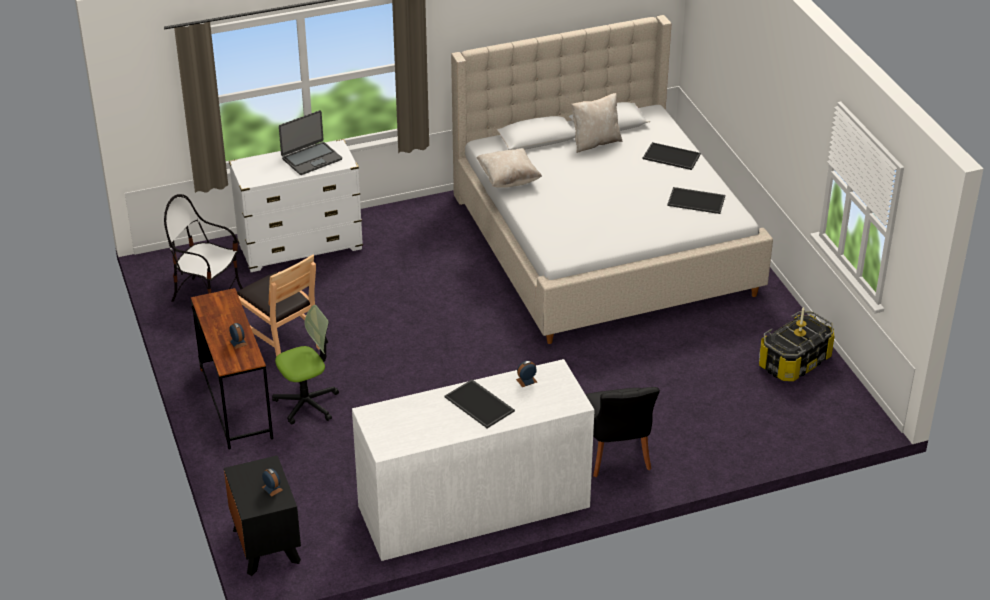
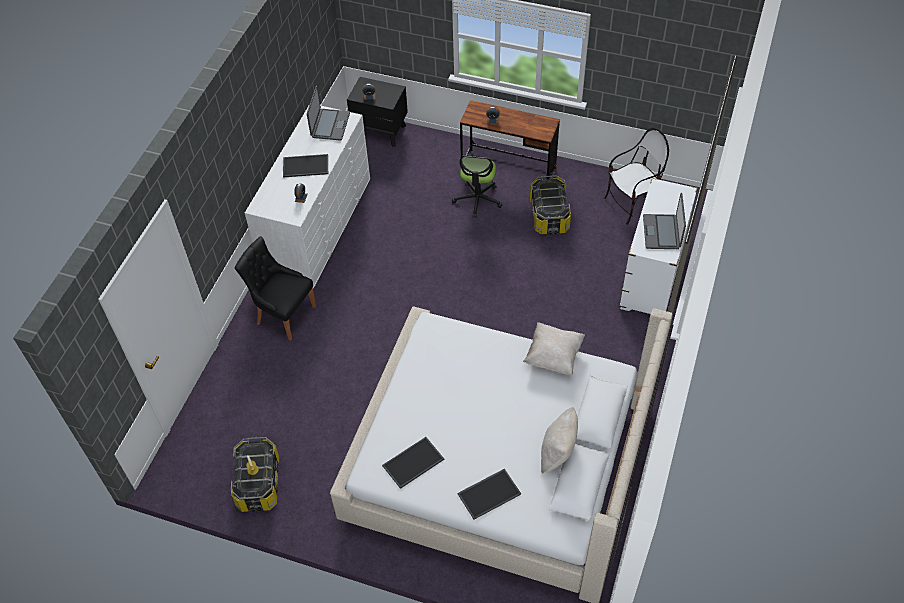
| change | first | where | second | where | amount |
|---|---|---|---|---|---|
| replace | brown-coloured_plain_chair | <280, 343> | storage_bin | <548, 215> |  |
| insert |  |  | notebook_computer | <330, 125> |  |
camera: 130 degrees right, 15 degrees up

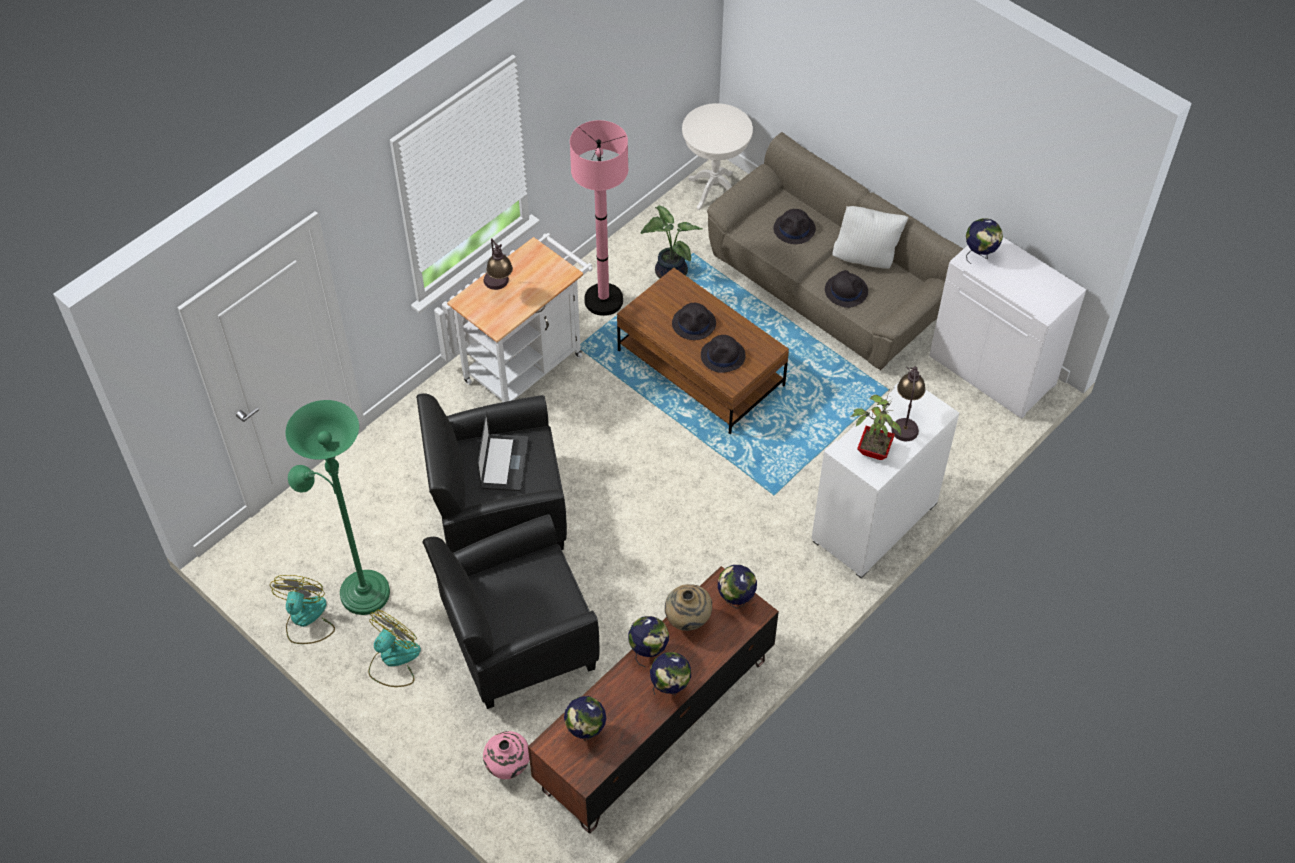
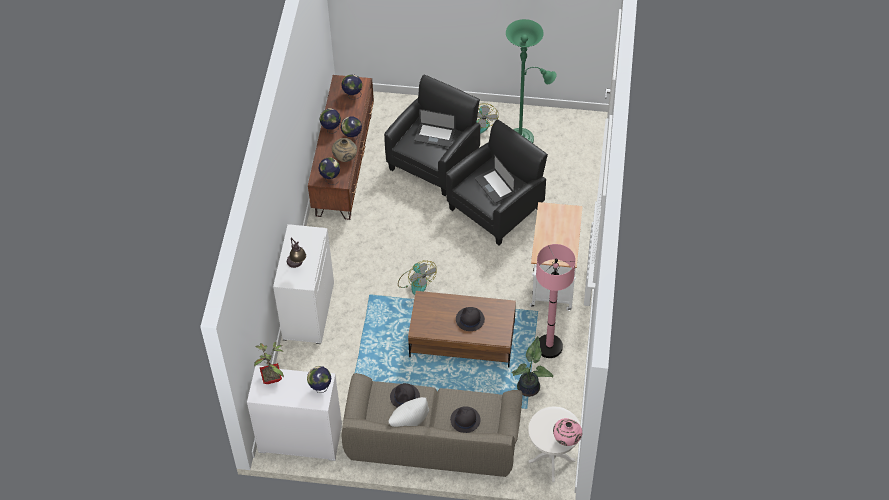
| change | first | where | second | where | amount |
|---|---|---|---|---|---|
| move | electric_fan | <306, 619> |  | <416, 282> |  |
| move | pinkish_decorative_vase | <508, 767> |  | <566, 439> |  |
| delete | tabletop_lamp | <499, 287> |  |  |  |
| delete | black_hat | <723, 356> |  |  |  |
| move | plant_in_a_pot | <872, 450> |  | <272, 378> |  |
| insert |  |  | notebook_computer | <434, 136> |  |
camera: 145 degrees right, 0 degrees up

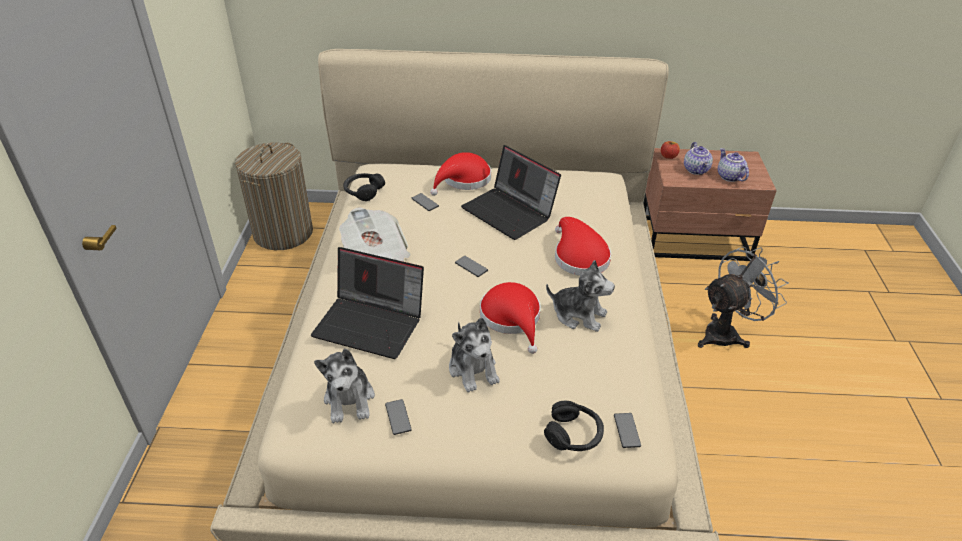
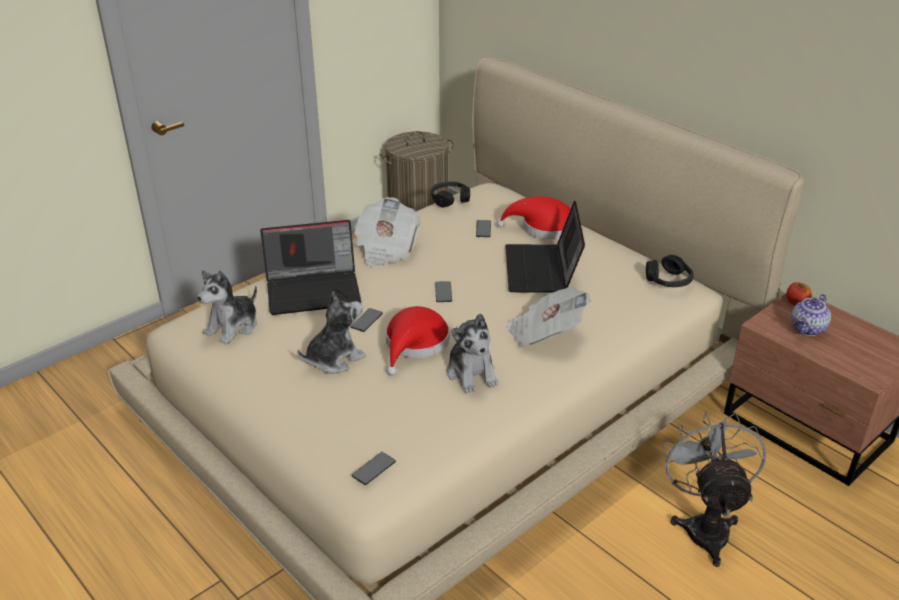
| change | first | where | second | where | amount |
|---|---|---|---|---|---|
| rotate | notebook_computer | <371, 324> |  | <314, 290> | 75 degrees counterclockwise |
| move | handset | <398, 417> |  | <366, 320> |  |
| rotate | plush_toy | <473, 369> |  | <334, 359> | 150 degrees counterclockwise |
| move | black_headphones | <574, 434> |  | <668, 281> |  |
| replace | reddish_hat | <578, 257> | daily_paper | <545, 333> |  |
| rotate | grey_electric_fan | <726, 333> |  | <705, 526> | 105 degrees counterclockwise |
| delete | pot_for_tea | <729, 177> |  |  |  |
camera: 45 degrees right, 5 degrees down

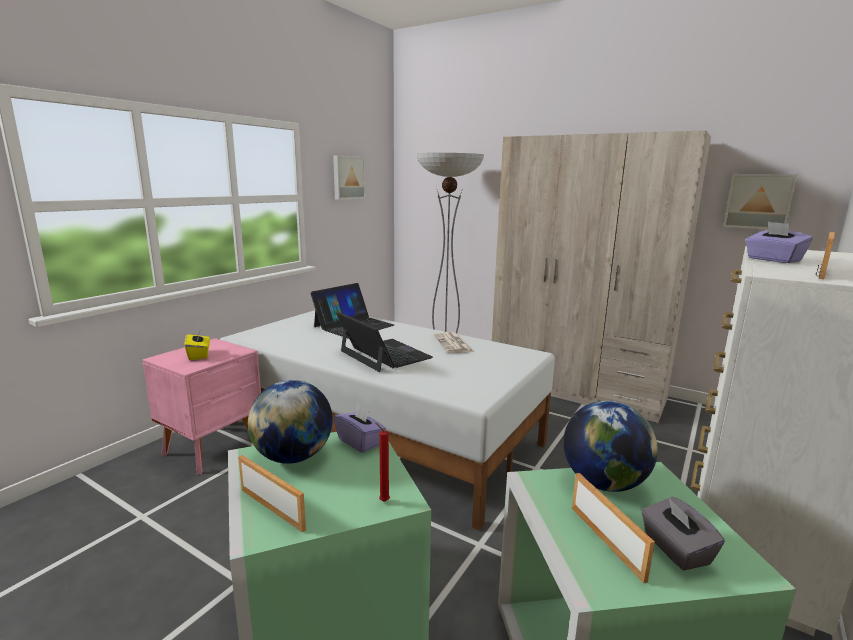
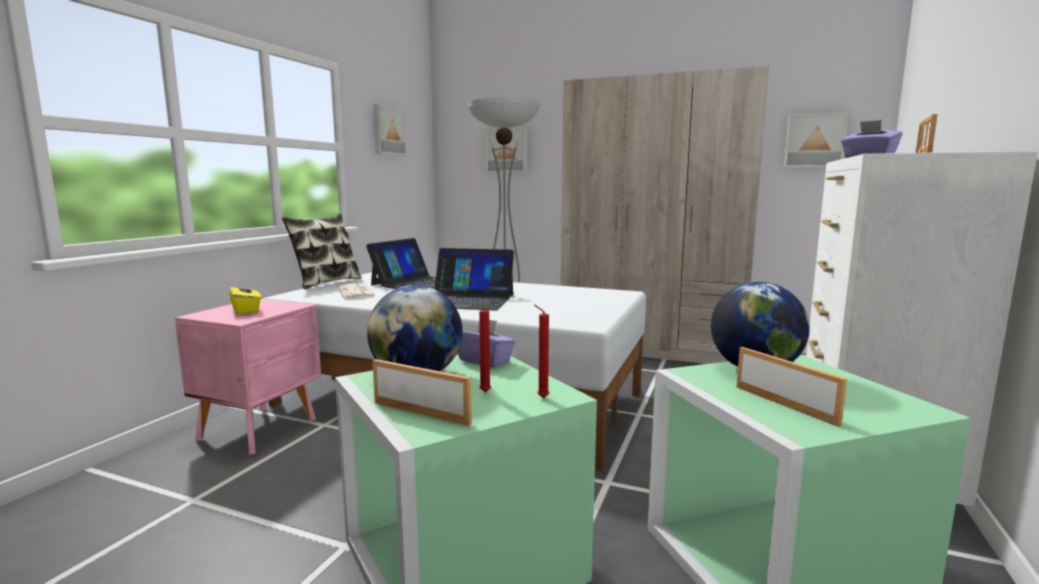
| change | first | where | second | where | amount |
|---|---|---|---|---|---|
| rotate | notebook_computer | <384, 355> |  | <467, 300> | 150 degrees clockwise |
| move | daily_paper | <453, 344> |  | <356, 292> |  |
| delete | grey_box_of_tissues | <675, 549> |  |  |  |
| insert |  |  | throw_pillow | <326, 282> |  |
| insert |  |  | reddish_wax_light | <487, 391> |  |
| insert |  |  | wall_picture | <507, 151> |  |
camera: 10 degrees left, 5 degrees down

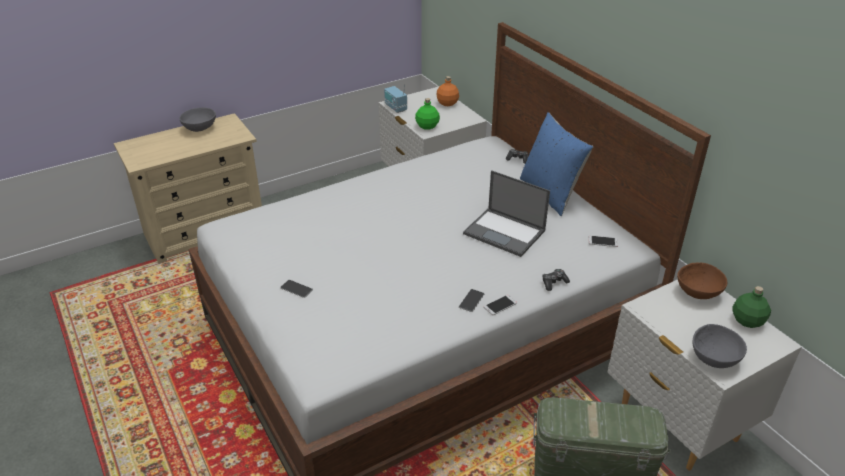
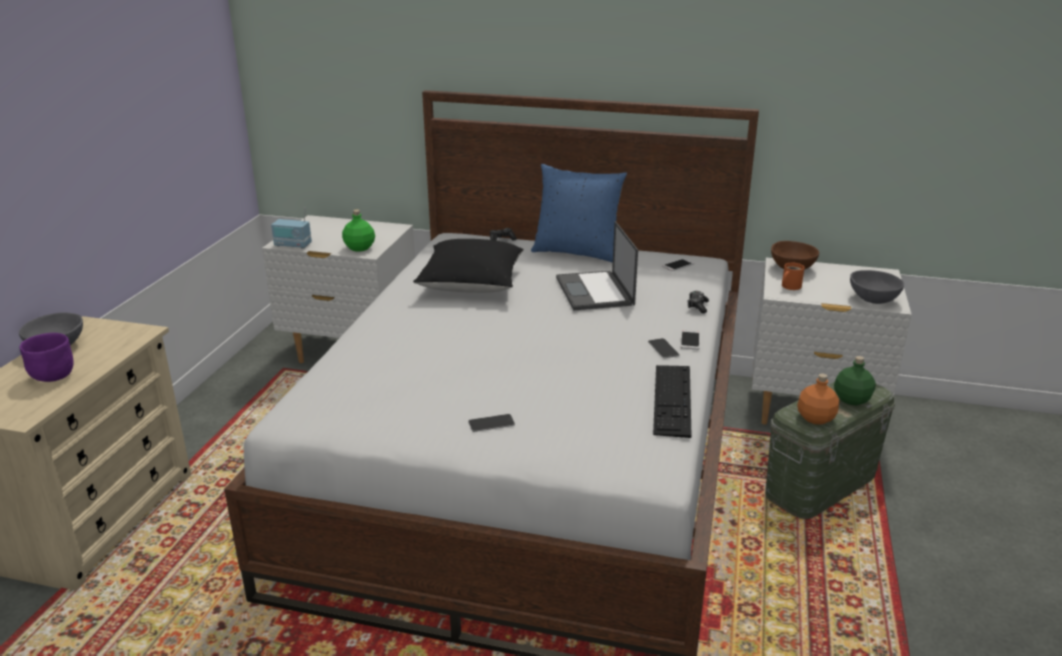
| change | first | where | second | where | amount |
|---|---|---|---|---|---|
| move | orange_drink_bottle | <447, 103> |  | <815, 418> |  |
| rotate | notebook_computer | <505, 232> |  | <595, 291> | 90 degrees clockwise |
| move | green-coloured_drink_bottle | <748, 321> |  | <852, 399> |  |
| insert |  |  | purple-coloured_serving_bowl | <53, 377> |  |
| insert |  |  | black_throw_pillow | <471, 284> |  |
| insert |  |  | keyboard | <672, 399> |  |
| insert |  |  | orange_coffee_mug | <789, 286> |  |
camera: 45 degrees left, 10 degrees down

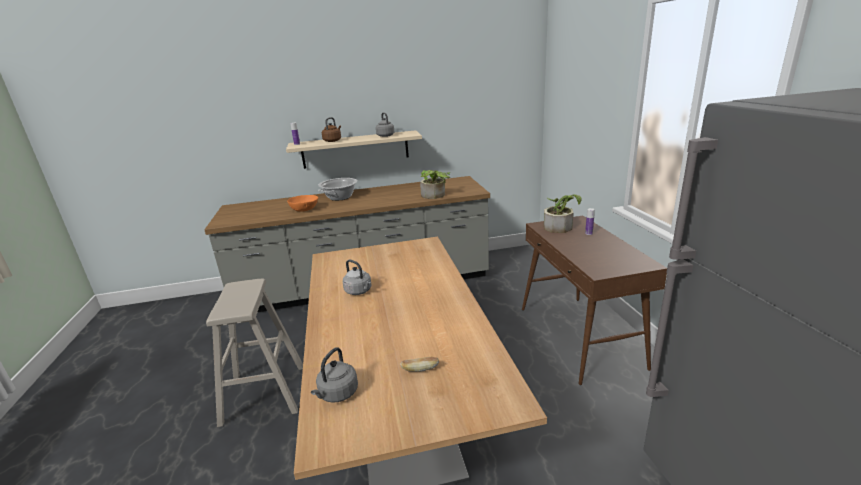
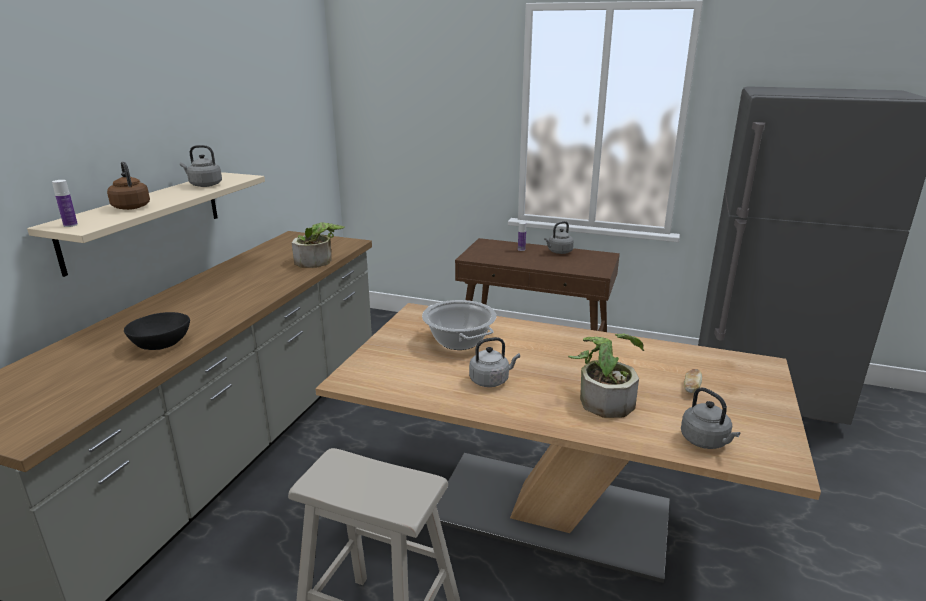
| change | first | where | second | where | amount |
|---|---|---|---|---|---|
| recolor | orange_serving_bowl | <304, 209> | black_serving_bowl | <161, 344> |  |
| move | cooking_pot | <340, 197> |  | <458, 341> |  |
| move | plant_in_a_pot | <560, 226> |  | <604, 398> |  |
| insert |  |  | grey_kettle | <559, 252> |  |
camera: 60 degrees left, 0 degrees up

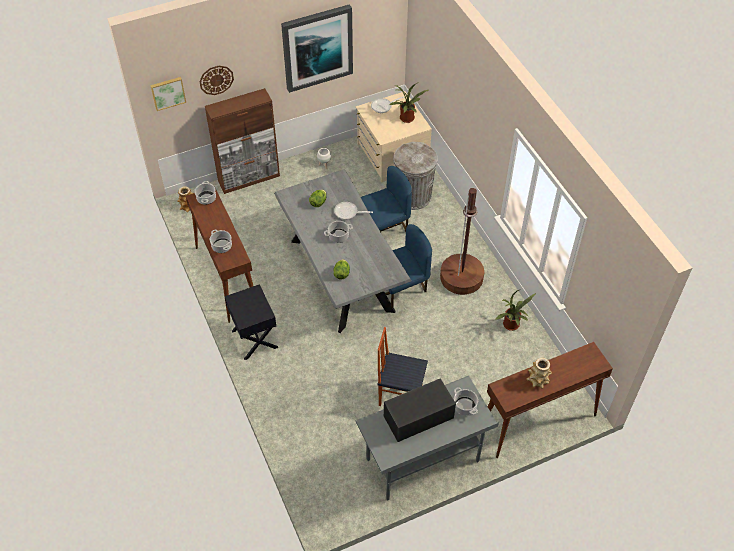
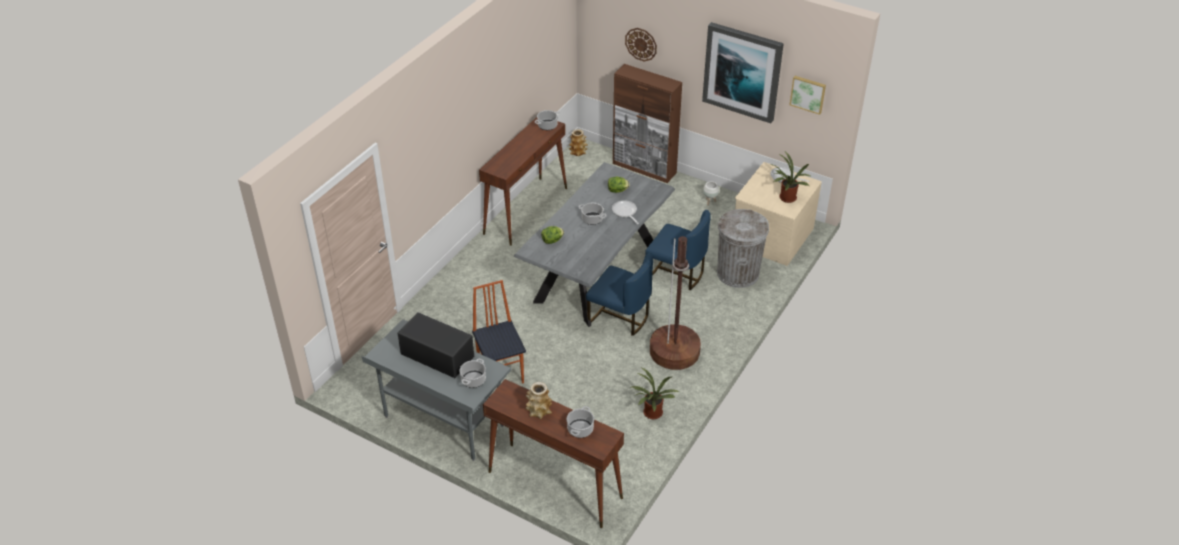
| change | first | where | second | where | amount |
|---|---|---|---|---|---|
| move | wall_picture | <168, 93> |  | <808, 94> |  |
| move | cooking_pot | <221, 246> |  | <580, 429> |  |
| delete | black_night_table | <254, 339> |  |  |  |
camera: 55 degrees right, 10 degrees down

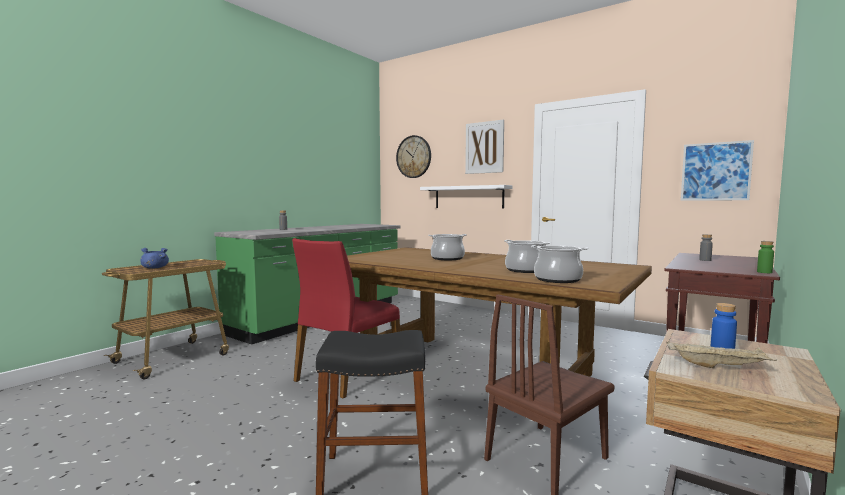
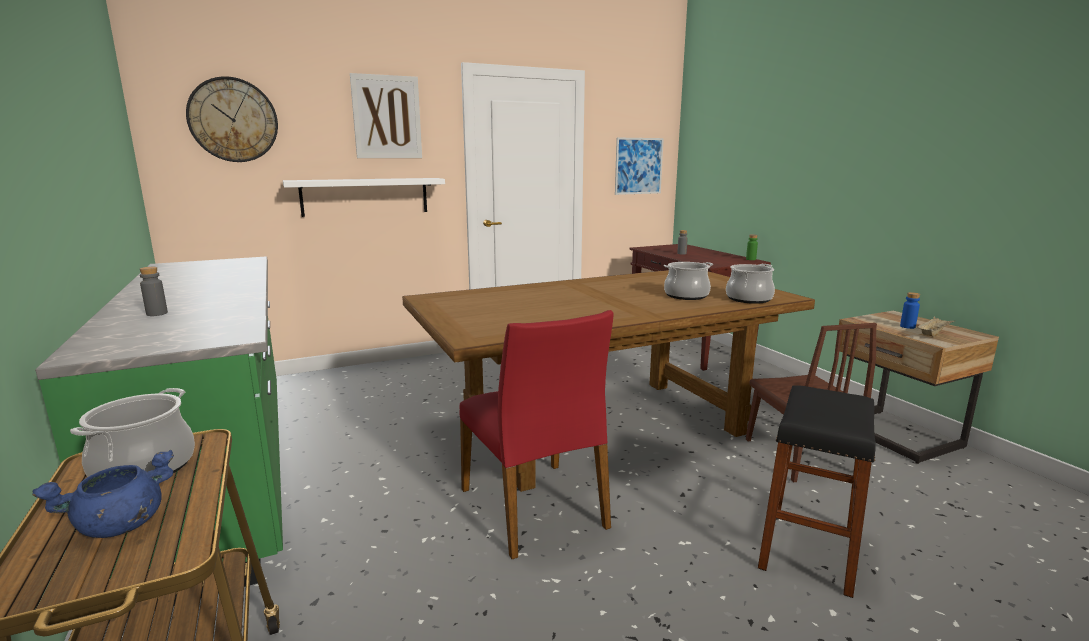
| change | first | where | second | where | amount |
|---|---|---|---|---|---|
| move | cooking_pot | <447, 258> |  | <144, 468> |  |
camera: 60 degrees left, 10 degrees up

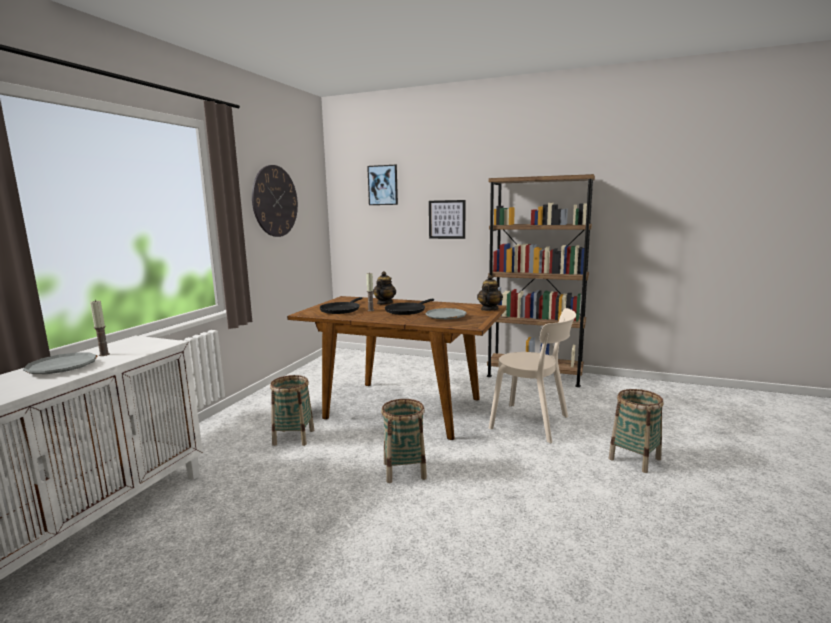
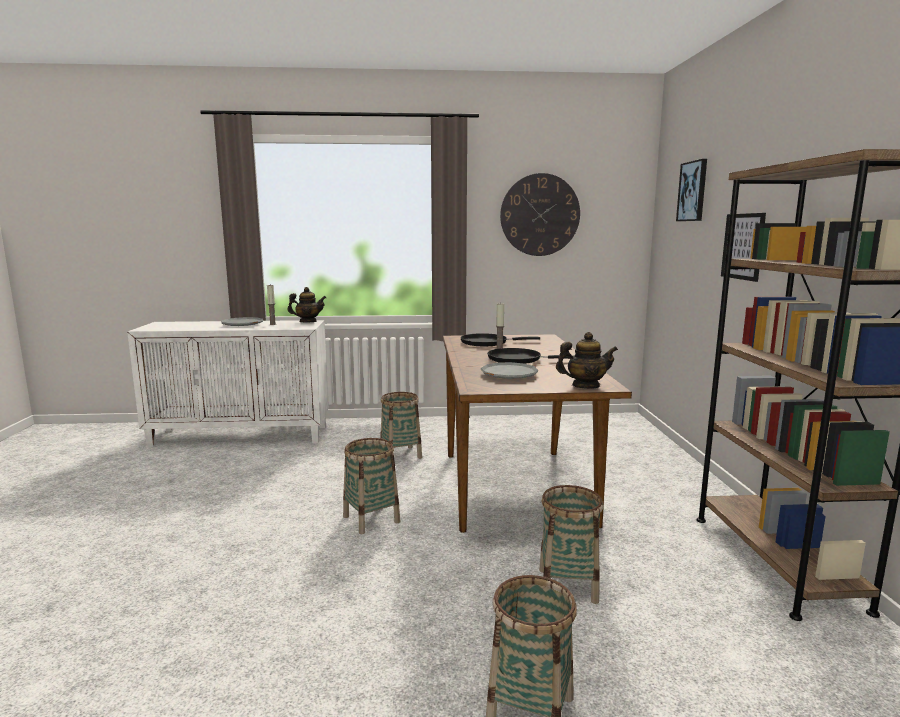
| change | first | where | second | where | amount |
|---|---|---|---|---|---|
| move | pot_for_tea | <384, 303> |  | <308, 322> |  |
| replace | beige-coloured_plain_chair | <533, 423> | household_basket | <567, 585> |  |
camera: 65 degrees right, 0 degrees up

